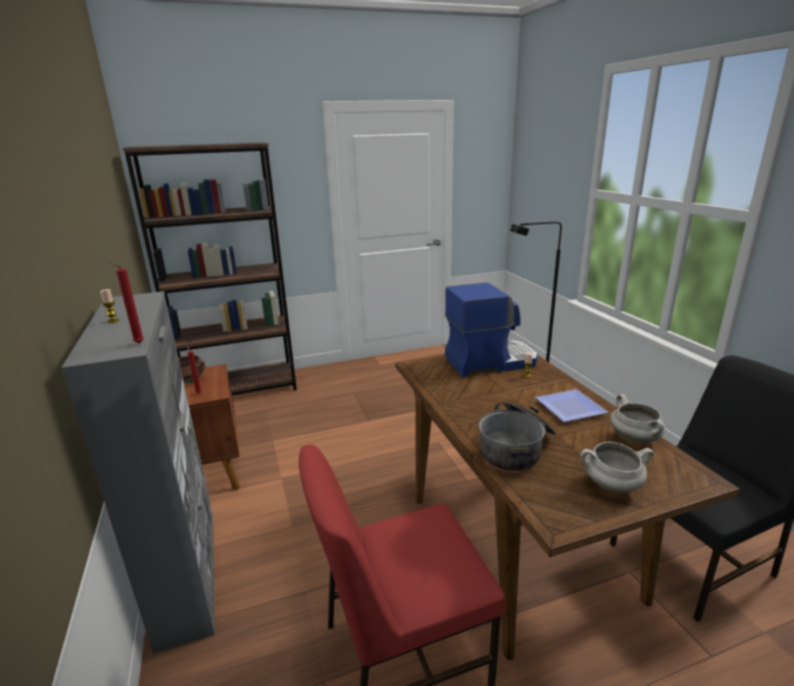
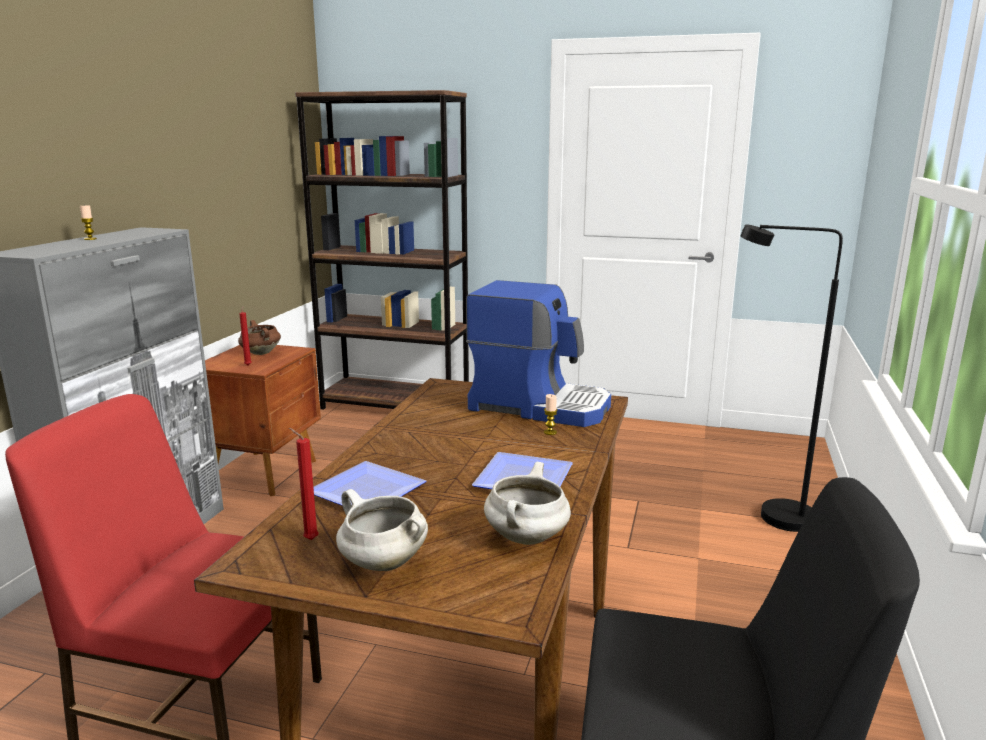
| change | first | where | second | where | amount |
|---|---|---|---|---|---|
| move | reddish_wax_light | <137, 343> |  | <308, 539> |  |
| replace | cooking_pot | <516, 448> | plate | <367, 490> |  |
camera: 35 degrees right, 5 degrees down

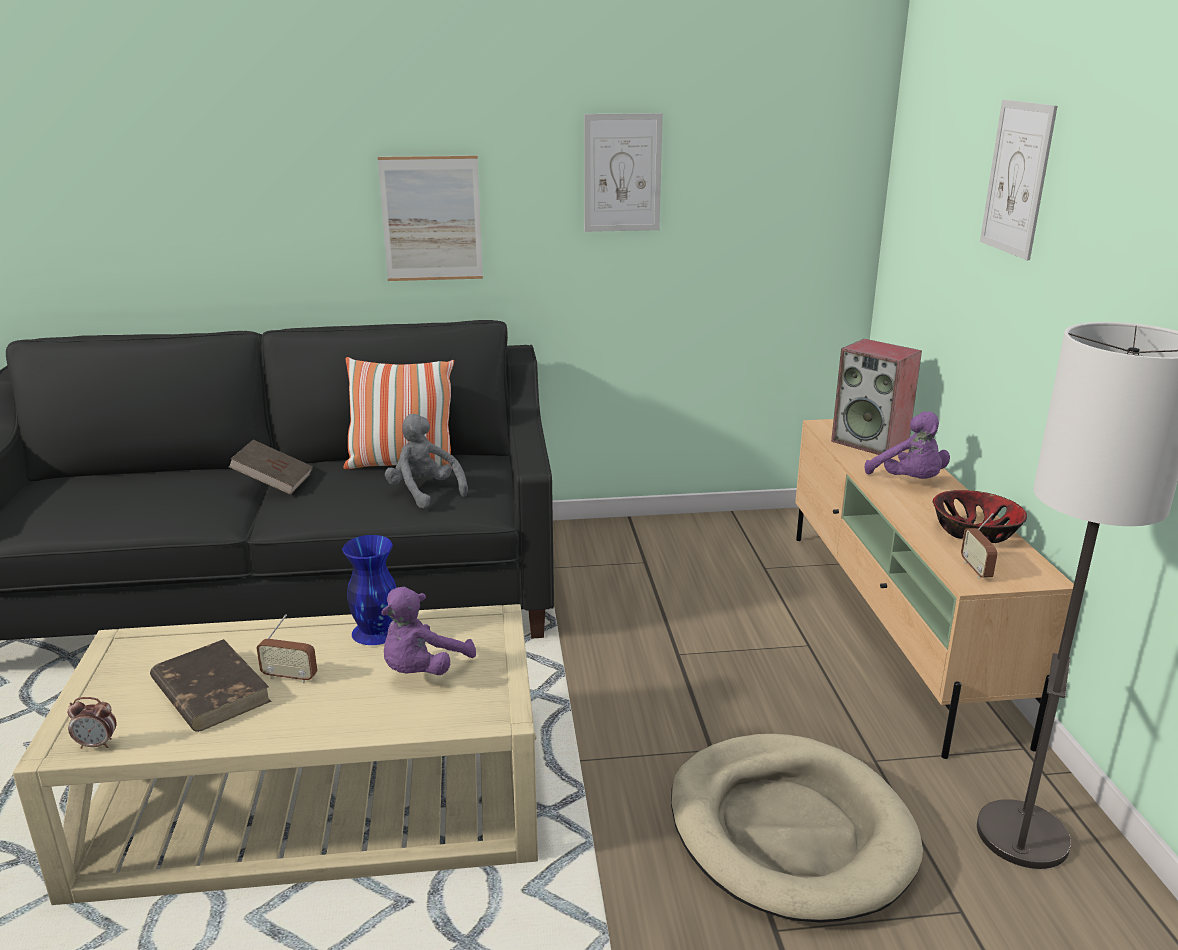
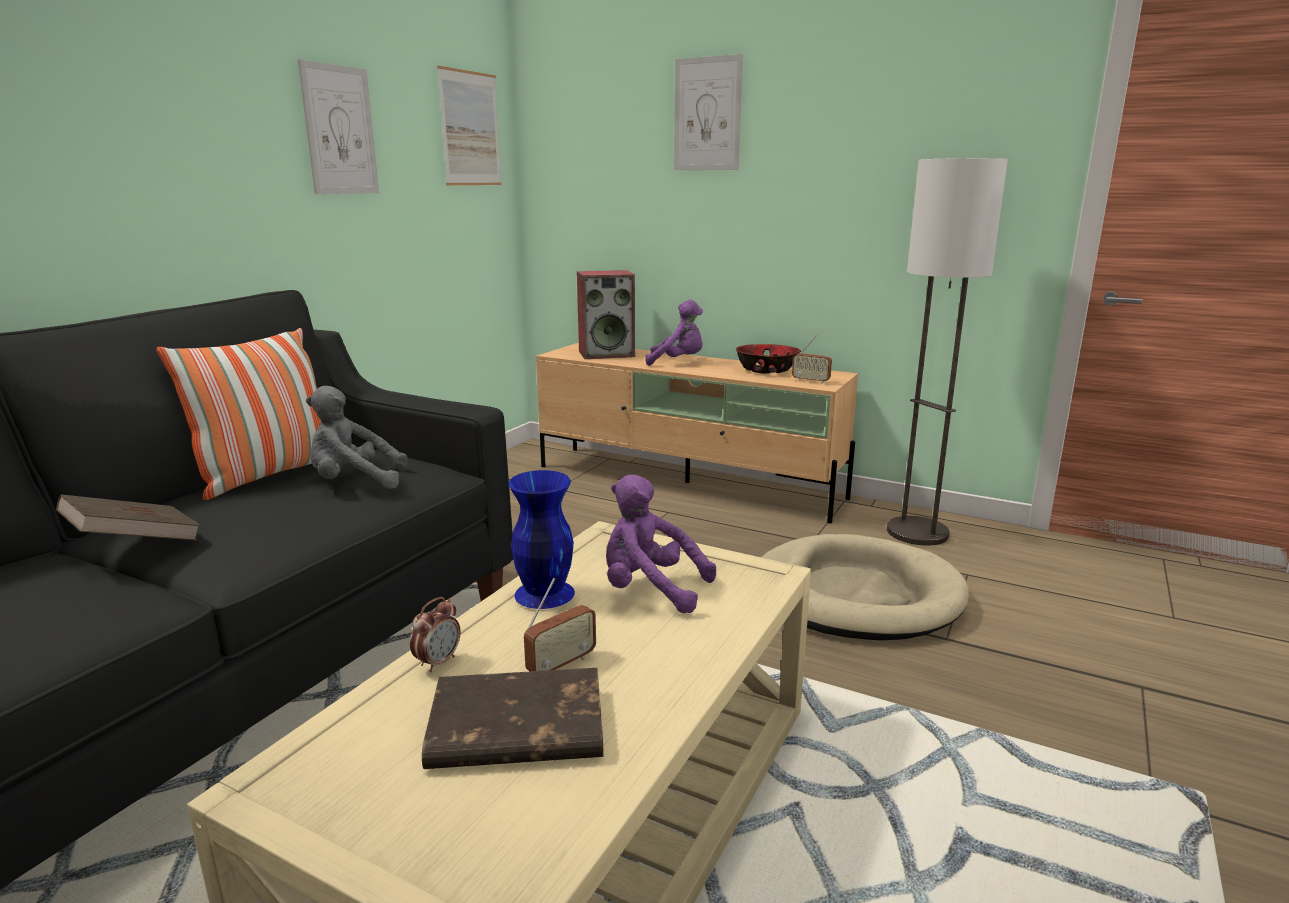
| change | first | where | second | where | amount |
|---|---|---|---|---|---|
| move | bedside_clock | <97, 744> |  | <438, 662> |  |
| move | wall_picture | <431, 219> |  | <470, 129> |  |
| rotate | purple-coloured_plush_toy | <422, 671> |  | <650, 590> | 135 degrees clockwise |
camera: 55 degrees left, 5 degrees down

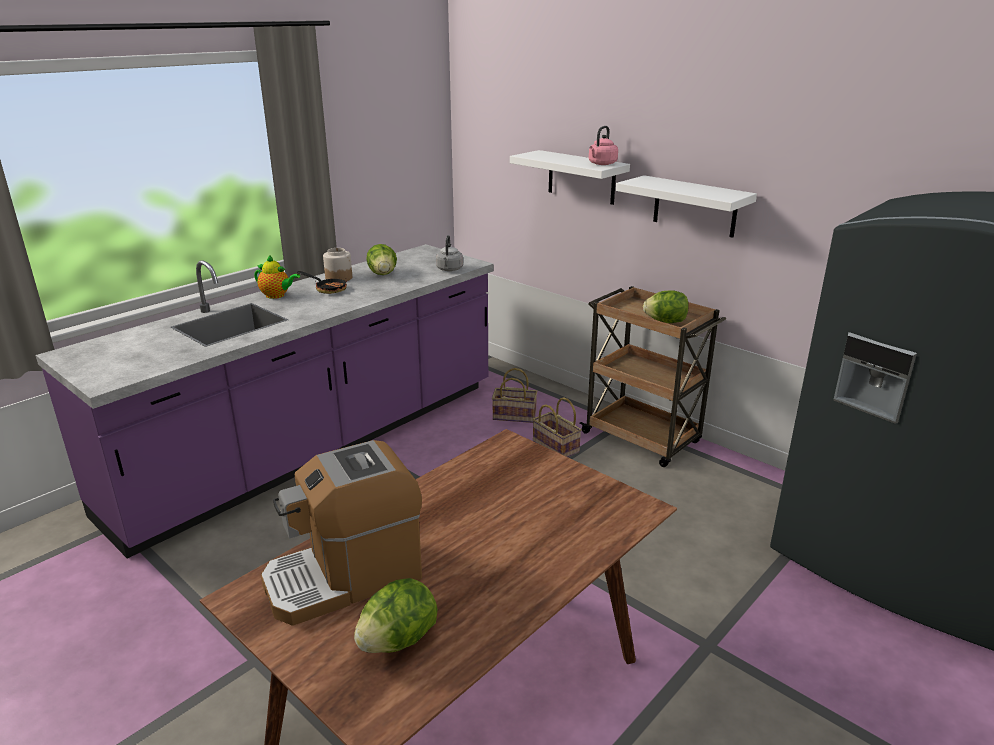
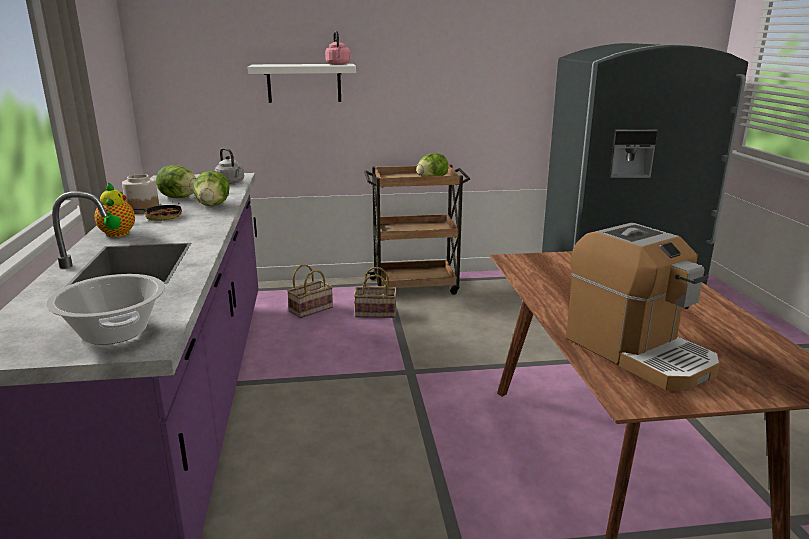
| change | first | where | second | where | amount |
|---|---|---|---|---|---|
| rotate | pot_for_tea | <277, 296> |  | <117, 234> | 105 degrees clockwise |
| rotate | coffee_brewer | <345, 577> |  | <637, 352> | 45 degrees counterclockwise |
| move | lettuce_head | <398, 640> |  | <213, 205> |  |
| delete | whitish_bracket_shelf | <695, 206> |  |  |  |
| insert |  |  | cooking_pot | <115, 332> |  |
camera: 50 degrees left, 5 degrees down

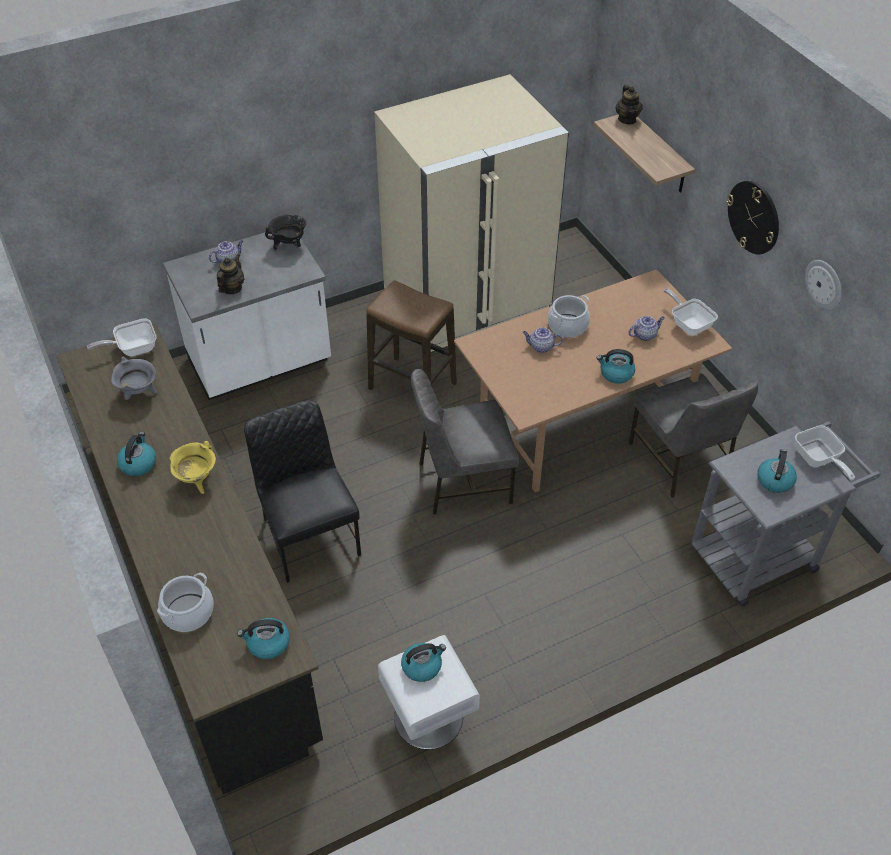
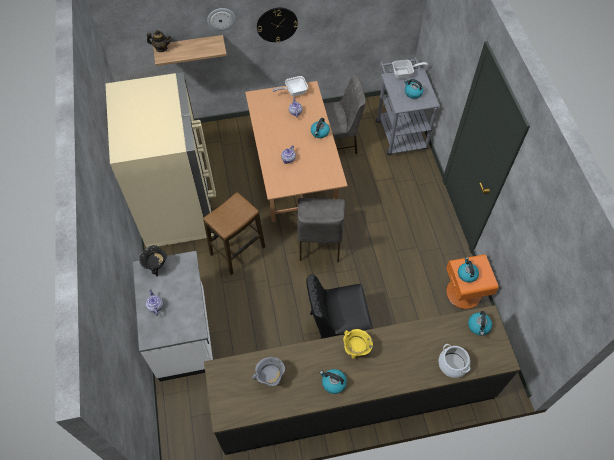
| change | first | where | second | where | amount |
|---|---|---|---|---|---|
| delete | frying_pan | <133, 349> |  |  |  |
| delete | pot_for_tea | <232, 288> |  |  |  |
| recolor | whitish_night_table | <429, 718> | orange_night_table | <464, 292> |  |
| delete | cooking_pot | <568, 326> |  |  |  |
| move | hanging_clock | <824, 284> |  | <221, 18> |  |
camera: 75 degrees left, 10 degrees up

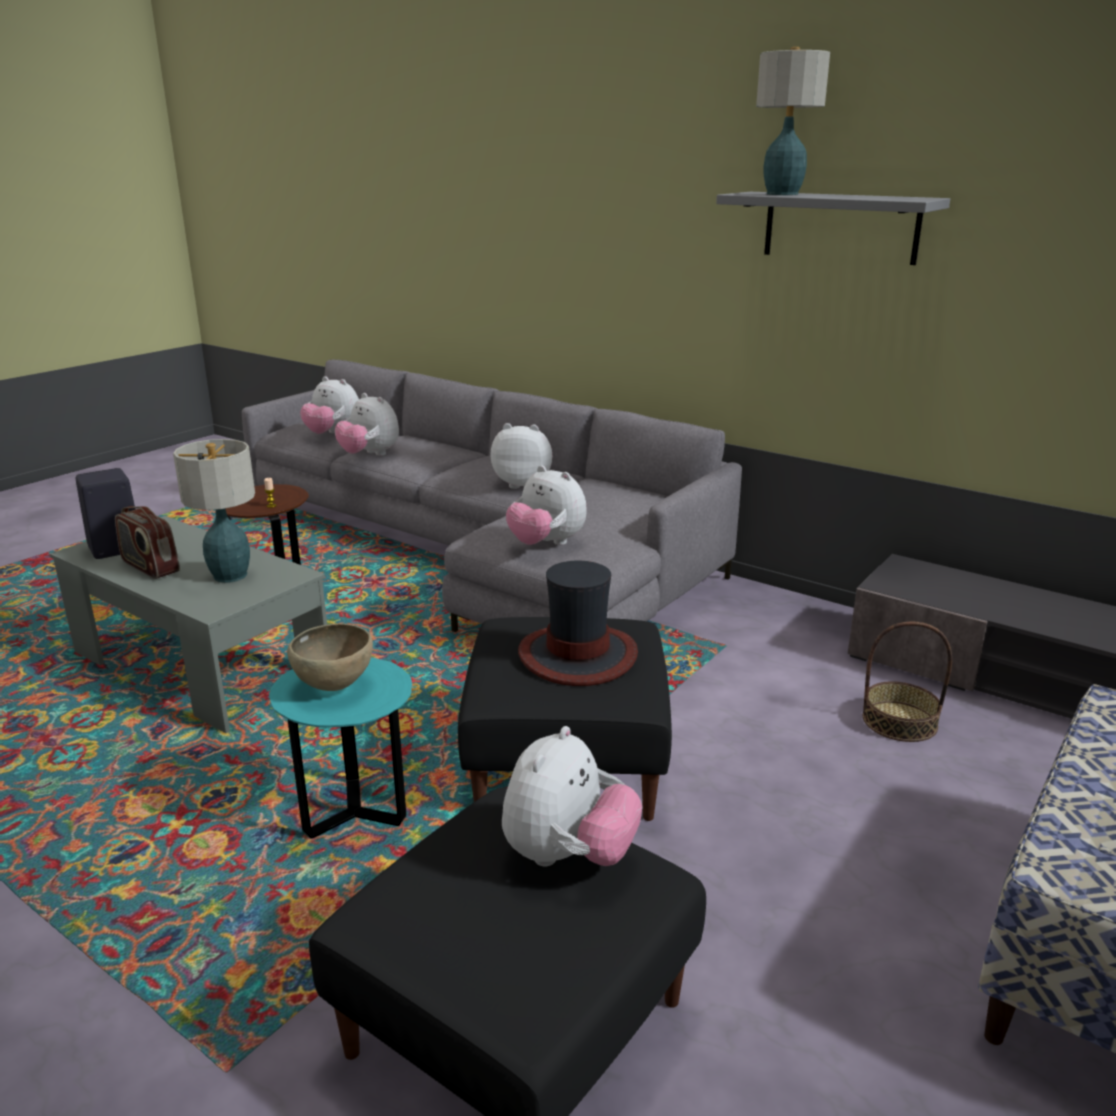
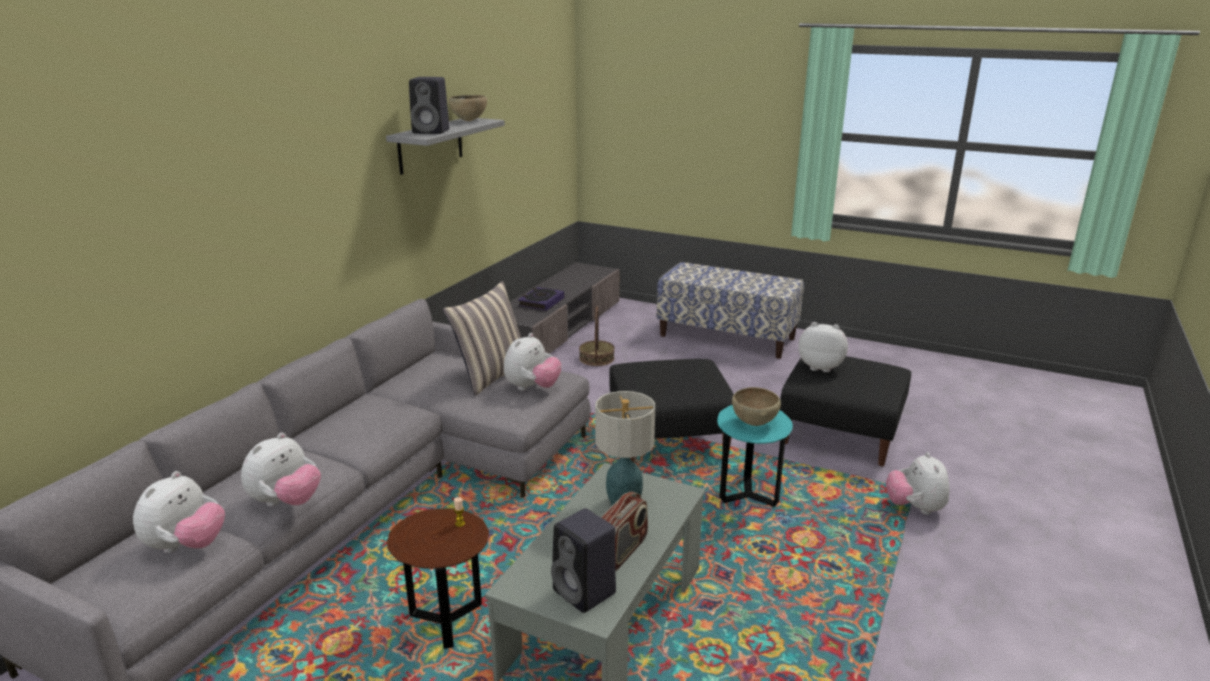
| change | first | where | second | where | amount |
|---|---|---|---|---|---|
| move | plush_toy | <523, 484> |  | <914, 508> |  |
| delete | hat | <578, 655> |  |  |  |
| replace | tabletop_lamp | <783, 194> | black_audio_speaker | <432, 131> |  |
| insert |  |  | throw_pillow | <491, 374> |  |
| insert |  |  | brown-coloured_serving_bowl | <469, 120> |  |
| insert |  |  | bound_book | <541, 302> |  |
camera: 100 degrees left, 0 degrees up

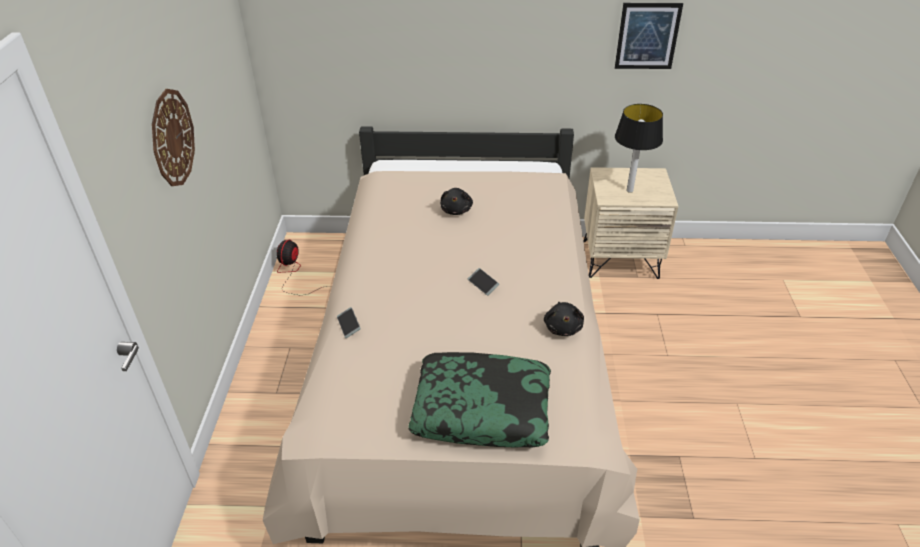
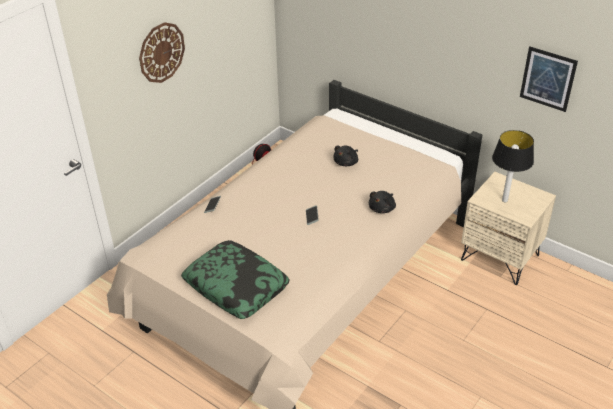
| change | first | where | second | where | amount |
|---|---|---|---|---|---|
| move | black_plush_toy | <563, 327> |  | <382, 208> |  |
camera: 35 degrees right, 0 degrees up

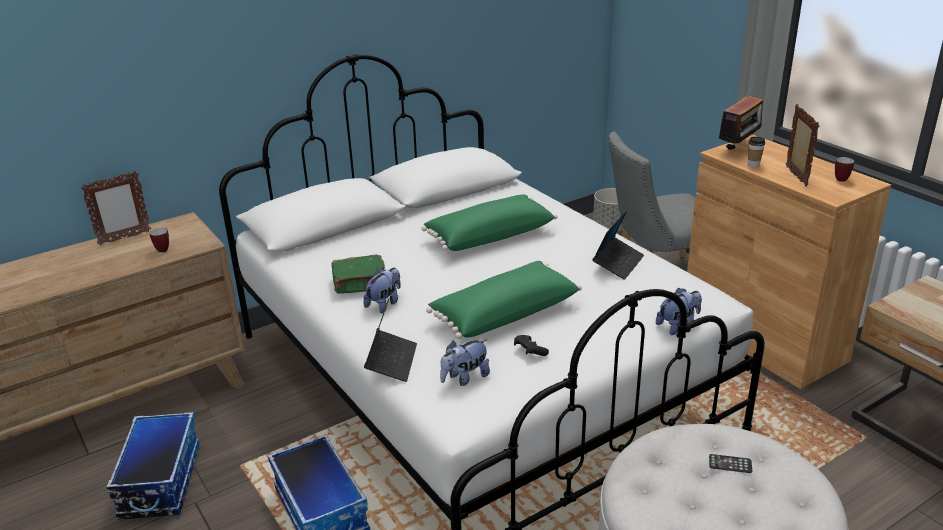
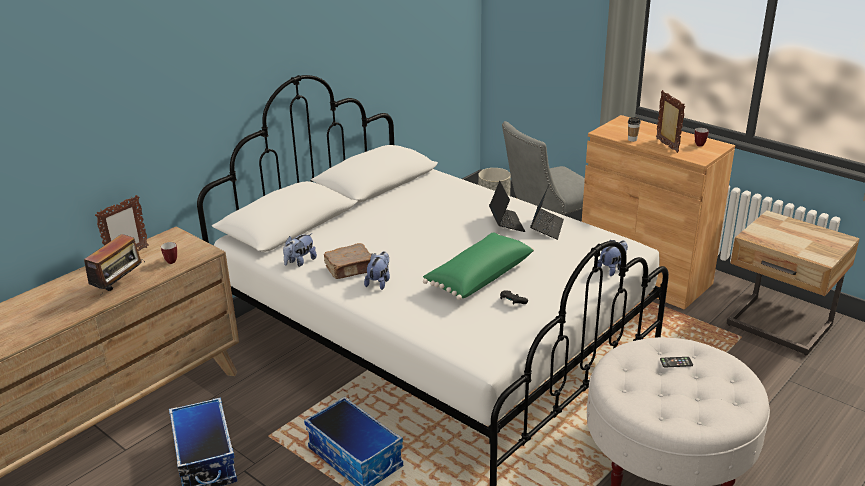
| change | first | where | second | where | amount |
|---|---|---|---|---|---|
| recolor | green-coloured_bound_book | <361, 284> | brown-coloured_bound_book | <351, 269> |  |
| move | notebook_computer | <391, 361> |  | <506, 223> |  |
| delete | green-coloured_throw_pillow | <489, 236> |  |  |  |
| move | plush_toy | <465, 378> |  | <300, 262> |  |
| move | radio_receiver | <739, 148> |  | <120, 287> |  |
camera: 15 degrees left, 0 degrees up

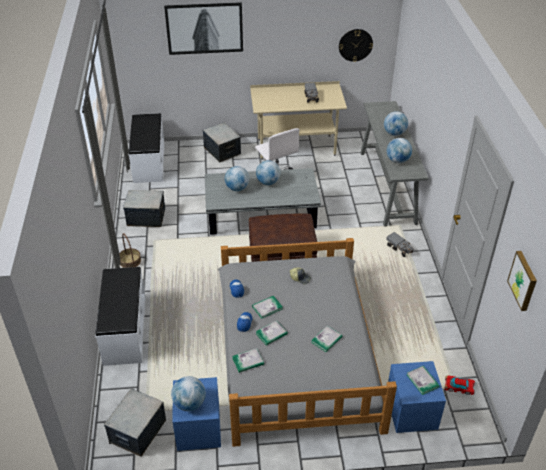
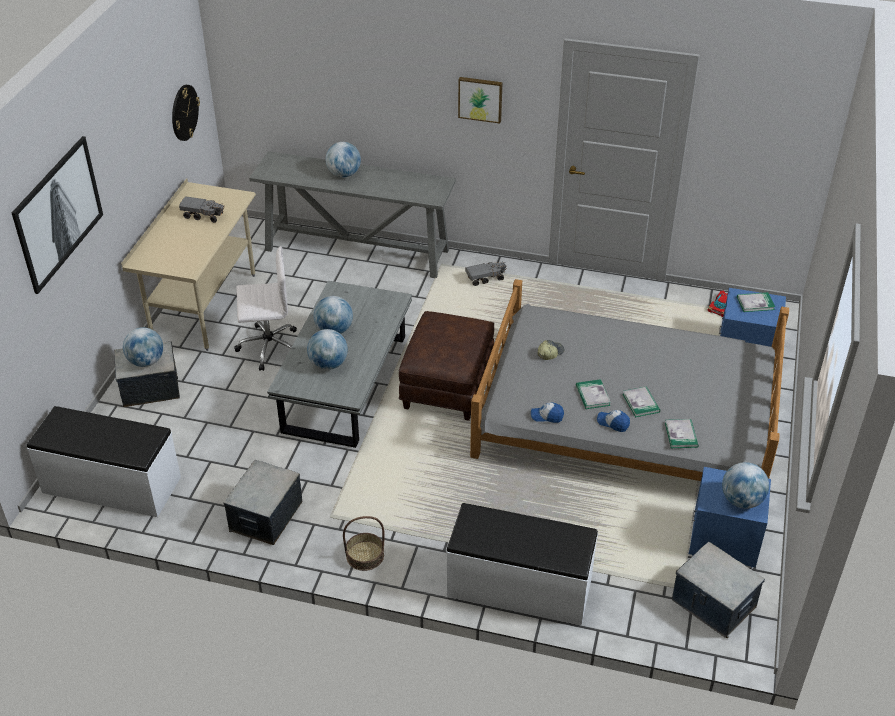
| change | first | where | second | where | amount |
|---|---|---|---|---|---|
| delete | bound_book | <326, 340> |  |  |  |
| move | desk_globe | <397, 161> |  | <146, 362> |  |
| move | wall_picture | <523, 280> |  | <480, 99> |  |
camera: 70 degrees left, 0 degrees up

